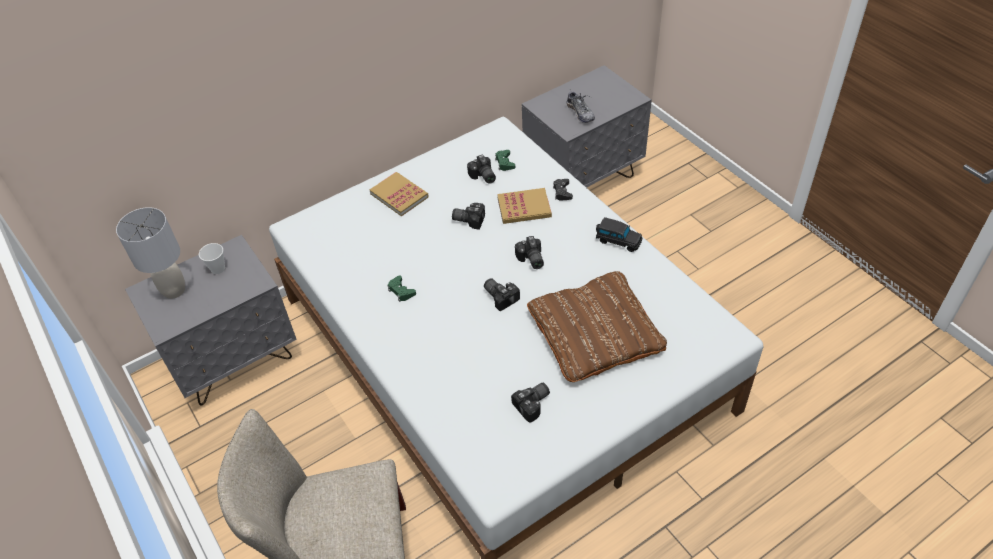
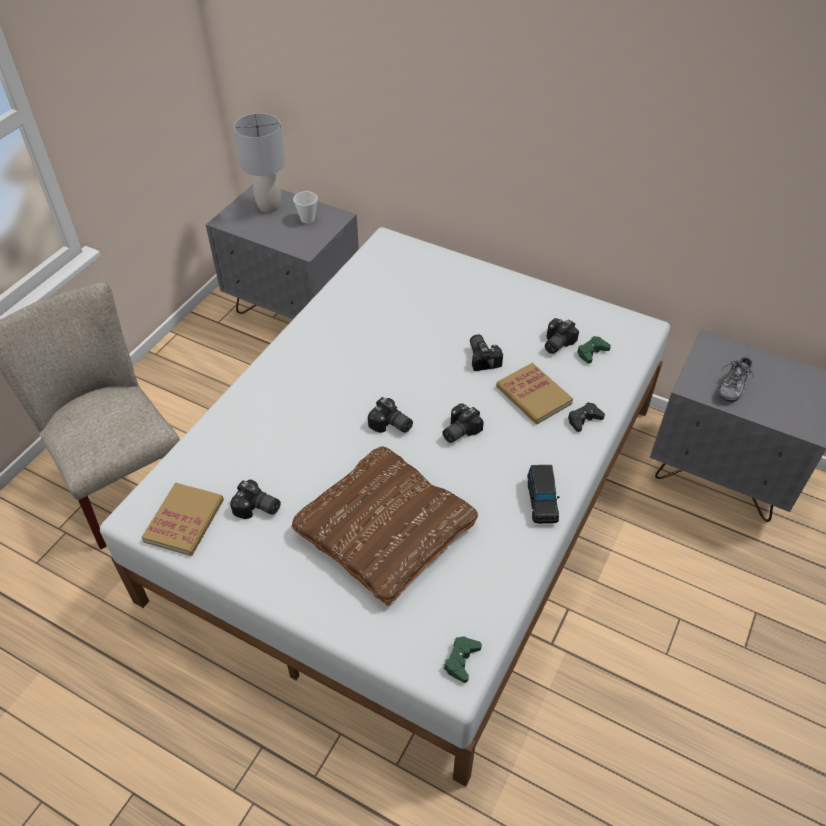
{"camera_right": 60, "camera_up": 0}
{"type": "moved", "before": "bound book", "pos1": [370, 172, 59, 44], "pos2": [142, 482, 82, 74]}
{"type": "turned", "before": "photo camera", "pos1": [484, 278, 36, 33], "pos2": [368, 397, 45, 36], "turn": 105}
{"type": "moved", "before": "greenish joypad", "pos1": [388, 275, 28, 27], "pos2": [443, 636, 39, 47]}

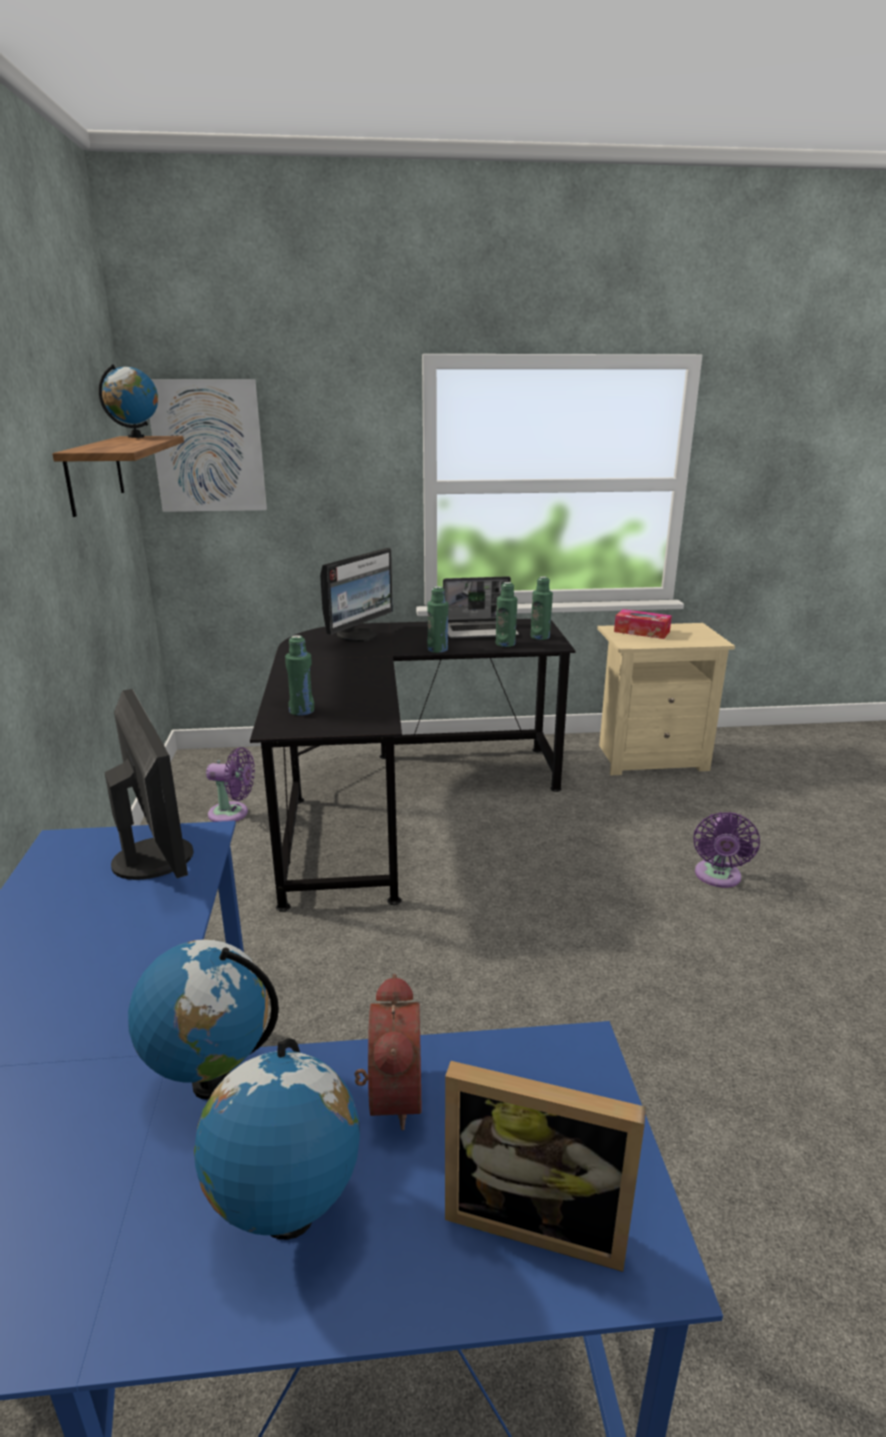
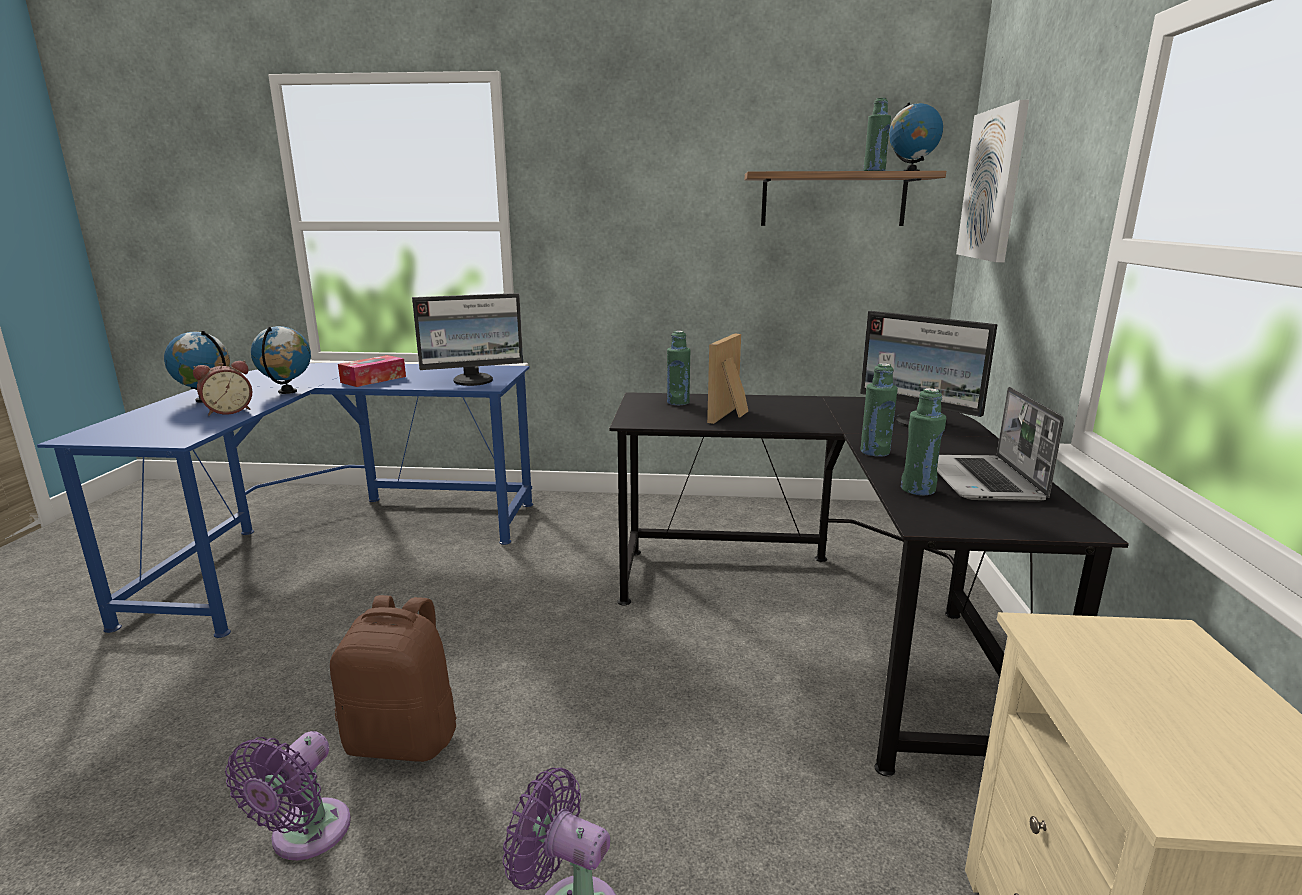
{"camera_right": 100, "camera_up": -5}
{"type": "turned", "before": "alarm clock", "pos1": [355, 974, 67, 157], "pos2": [193, 360, 59, 56], "turn": -45}
{"type": "moved", "before": "purple-coloured fan", "pos1": [206, 747, 49, 75], "pos2": [225, 731, 126, 129]}
{"type": "added", "after": "brownish knapsack", "pos2": [330, 595, 127, 167]}
{"type": "moved", "before": "tissue holder", "pos1": [614, 609, 58, 30], "pos2": [338, 355, 68, 32]}
{"type": "moved", "before": "photo frame", "pos1": [445, 1061, 201, 211], "pos2": [707, 334, 41, 90]}
{"type": "moved", "before": "greenish drink bottle", "pos1": [531, 576, 22, 64], "pos2": [863, 98, 28, 73]}

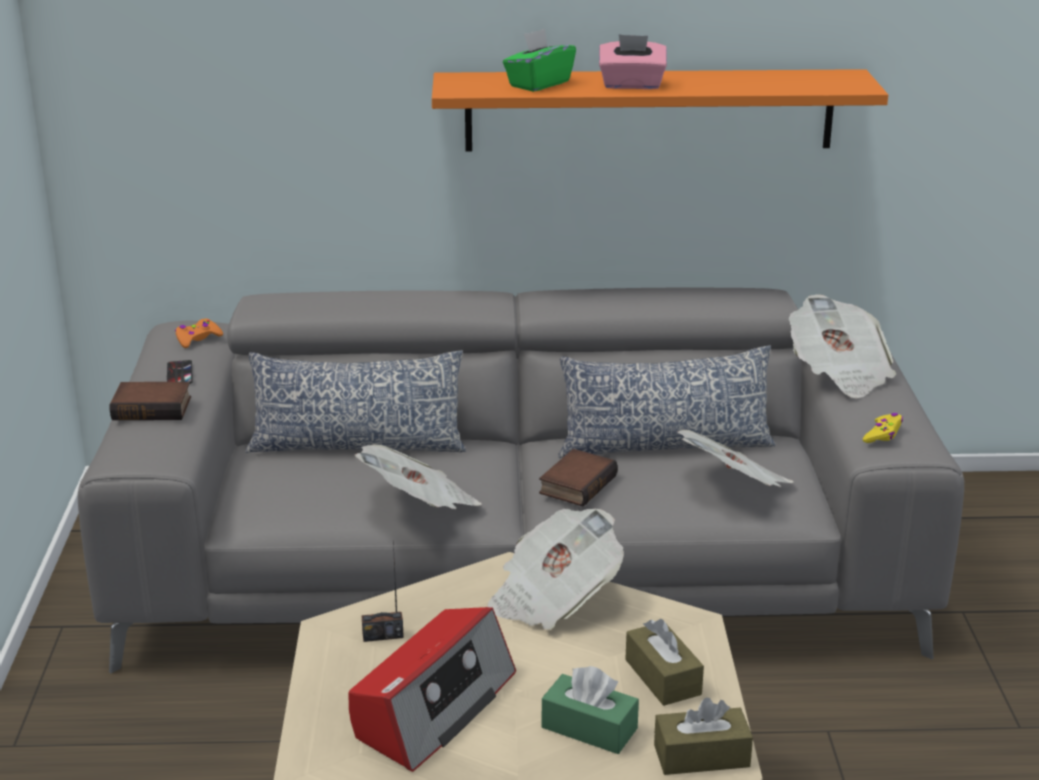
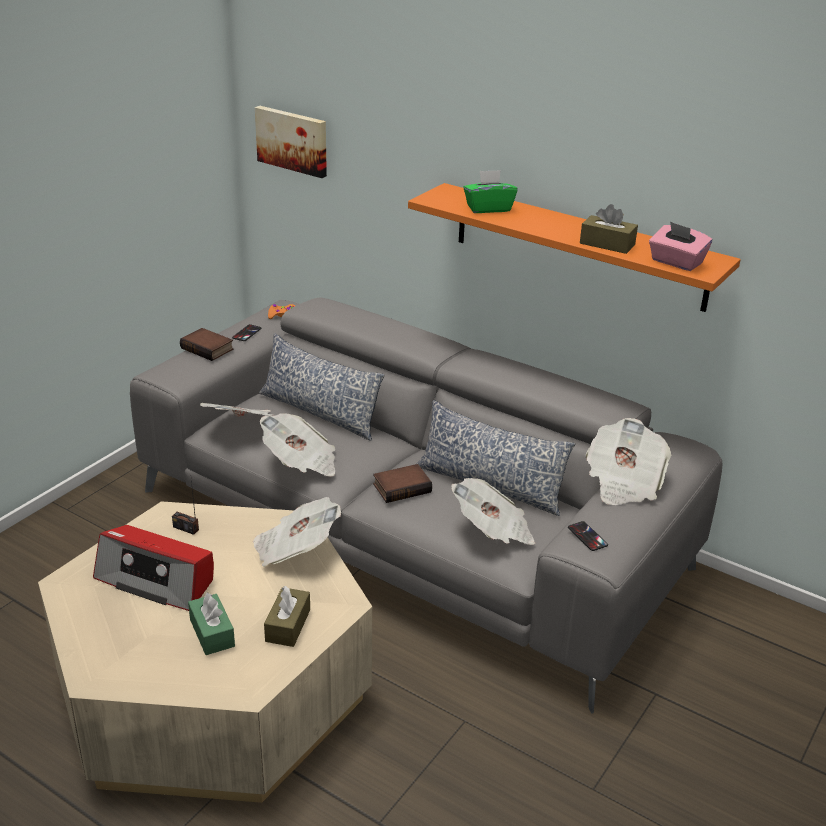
{"camera_right": 35, "camera_up": 5}
{"type": "turned", "before": "radio set", "pos1": [349, 607, 167, 165], "pos2": [93, 525, 121, 86], "turn": 45}
{"type": "added", "after": "newspaper", "pos2": [200, 403, 73, 14]}
{"type": "added", "after": "picture", "pos2": [255, 106, 72, 72]}
{"type": "replaced", "before": "yellow joypad", "after": "telephone", "pos1": [863, 413, 40, 30], "pos2": [568, 521, 40, 30]}
{"type": "moved", "before": "brownish tissue holder", "pos1": [654, 698, 99, 77], "pos2": [580, 204, 58, 50]}
{"type": "moved", "before": "pink tissue holder", "pos1": [599, 34, 68, 55], "pos2": [649, 222, 63, 49]}

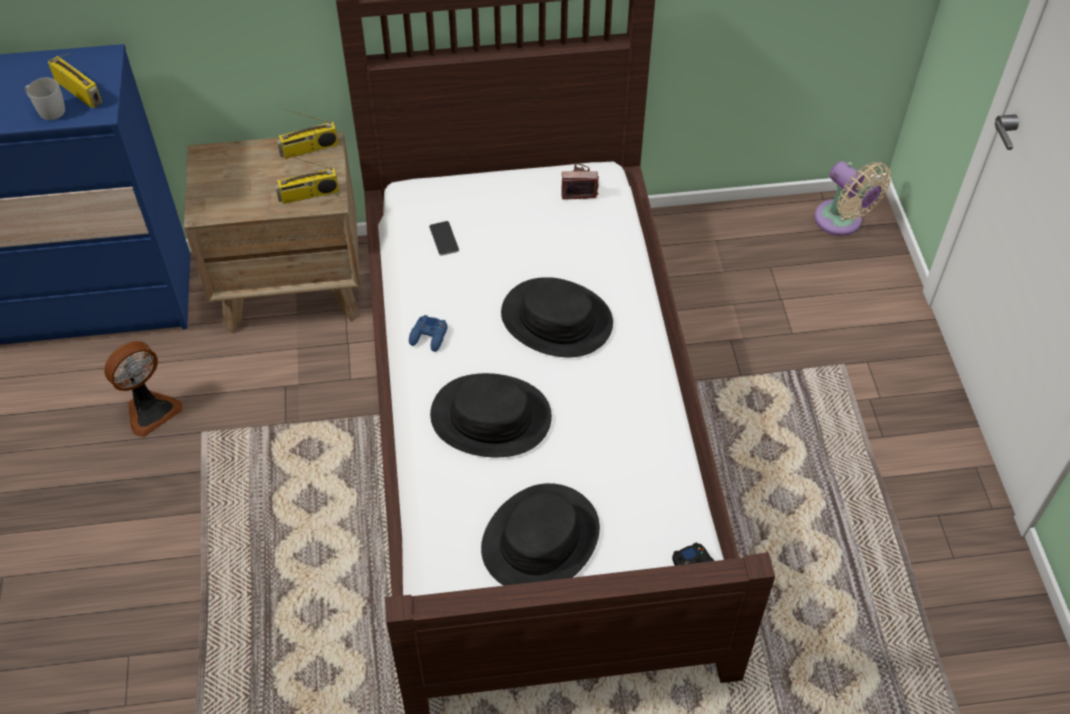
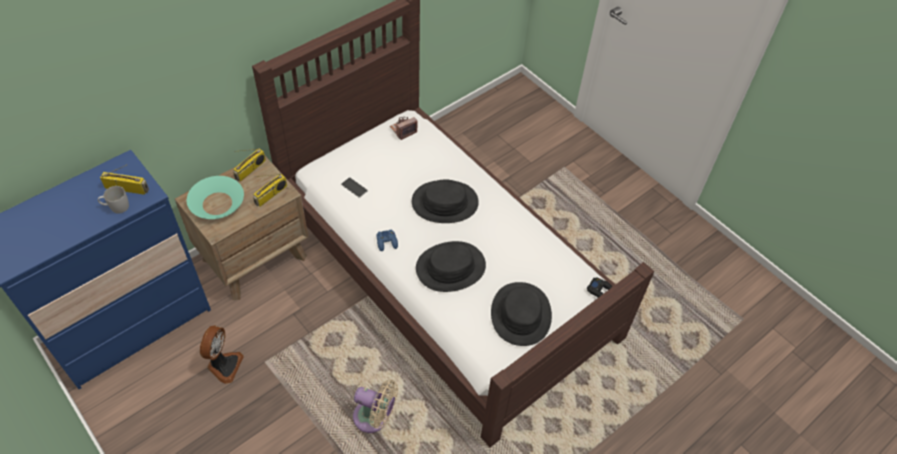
{"camera_right": -35, "camera_up": 0}
{"type": "added", "after": "turquoise-coloured bowl", "pos2": [187, 176, 57, 43]}
{"type": "moved", "before": "sand-coloured fan", "pos1": [814, 161, 78, 75], "pos2": [353, 380, 45, 53]}

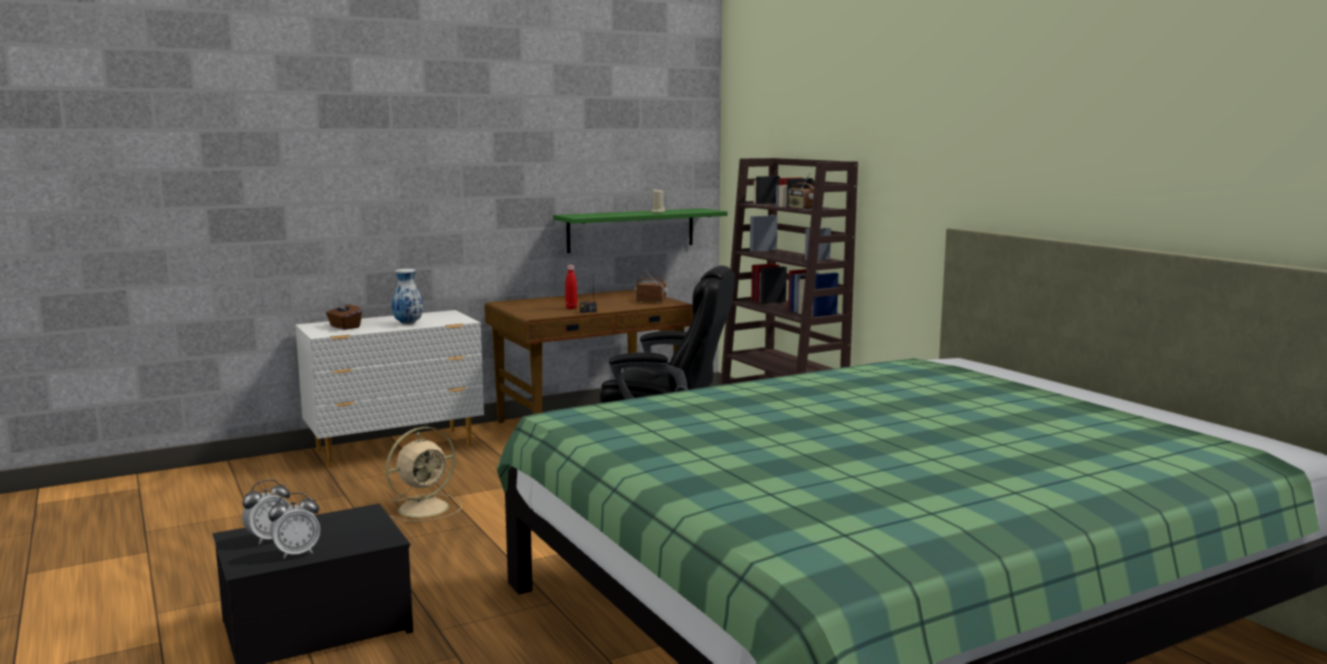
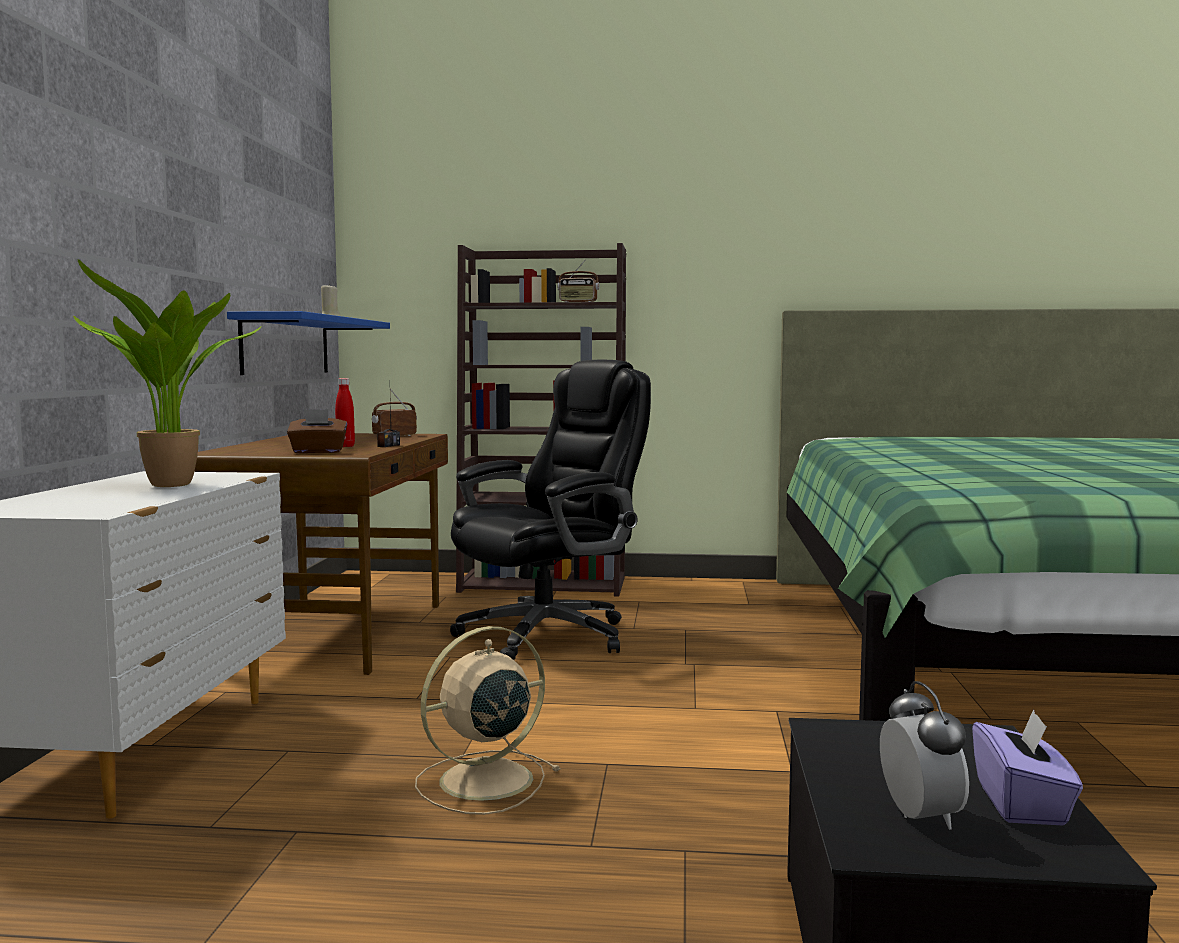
{"camera_right": -55, "camera_up": -5}
{"type": "replaced", "before": "flower vase", "after": "houseplant", "pos1": [391, 269, 32, 55], "pos2": [73, 259, 189, 228]}
{"type": "recoloured", "before": "greenish bracket shelf", "after": "blue bracket shelf", "pos1": [553, 208, 175, 45], "pos2": [227, 311, 163, 64]}
{"type": "moved", "before": "brownish tissue holder", "pos1": [326, 299, 36, 31], "pos2": [287, 409, 60, 44]}
{"type": "turned", "before": "sand-coloured fan", "pos1": [386, 427, 76, 95], "pos2": [415, 626, 146, 189], "turn": -120}
{"type": "replaced", "before": "alarm clock", "after": "purple-coloured tissue holder", "pos1": [268, 492, 52, 67], "pos2": [972, 709, 111, 116]}

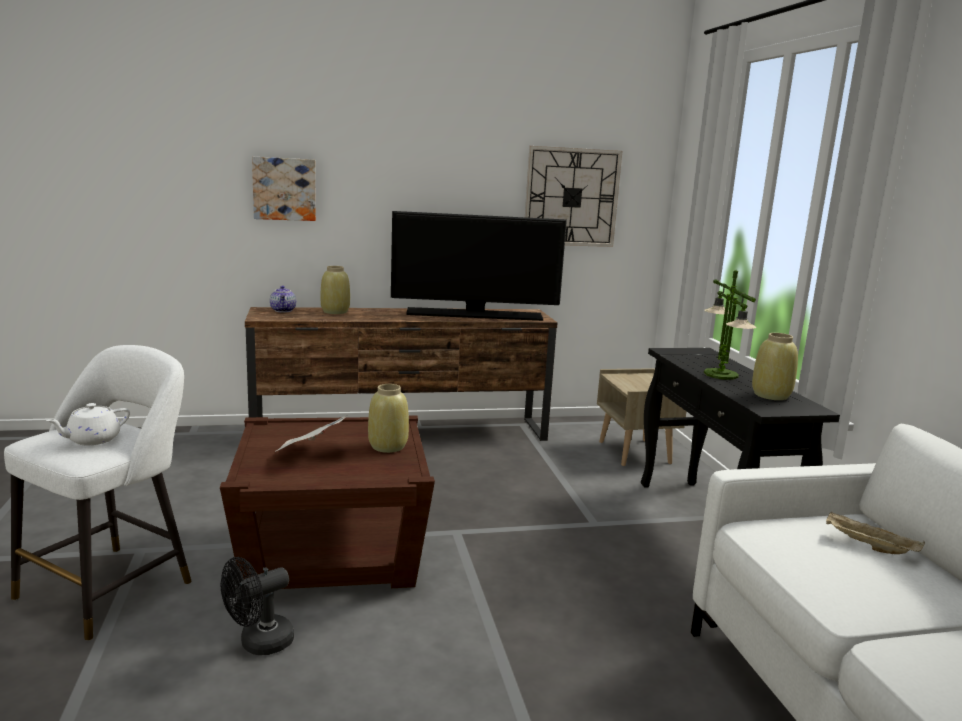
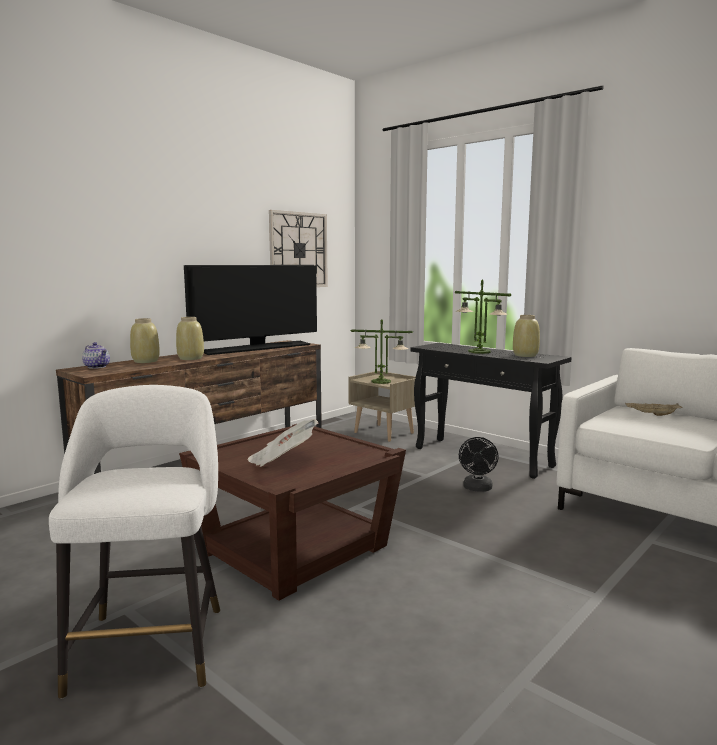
{"camera_right": -35, "camera_up": -5}
{"type": "moved", "before": "sand-coloured flower vase", "pos1": [368, 384, 41, 69], "pos2": [176, 317, 28, 43]}
{"type": "added", "after": "lamp for a table", "pos2": [351, 319, 62, 65]}
{"type": "moved", "before": "black-coloured fan", "pos1": [221, 557, 73, 98], "pos2": [459, 437, 40, 55]}
{"type": "removed", "before": "whitish teapot", "pos1": [46, 403, 84, 42]}
{"type": "removed", "before": "picture", "pos1": [252, 157, 64, 64]}

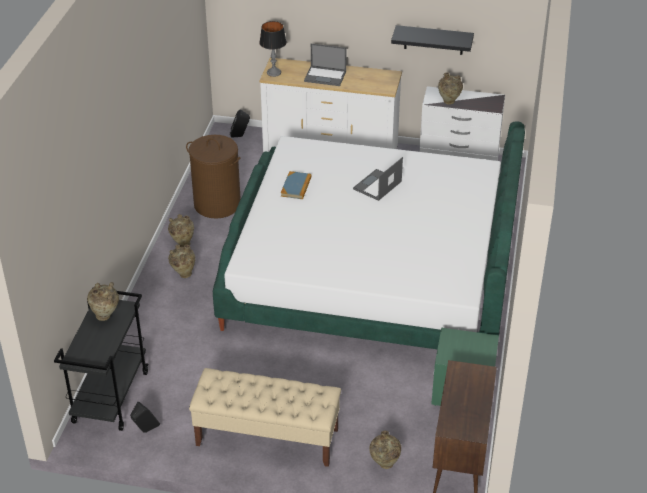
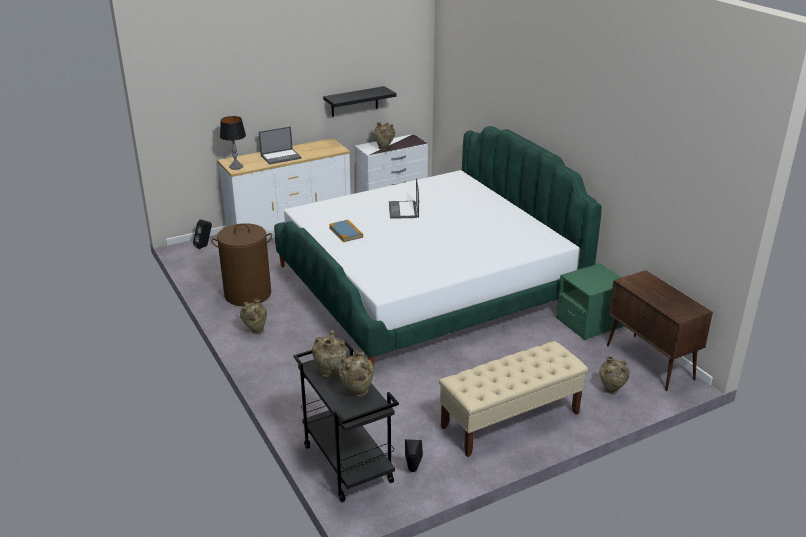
{"camera_right": -40, "camera_up": -10}
{"type": "moved", "before": "sand-coloured flower vase", "pos1": [168, 245, 27, 33], "pos2": [338, 350, 36, 47]}

